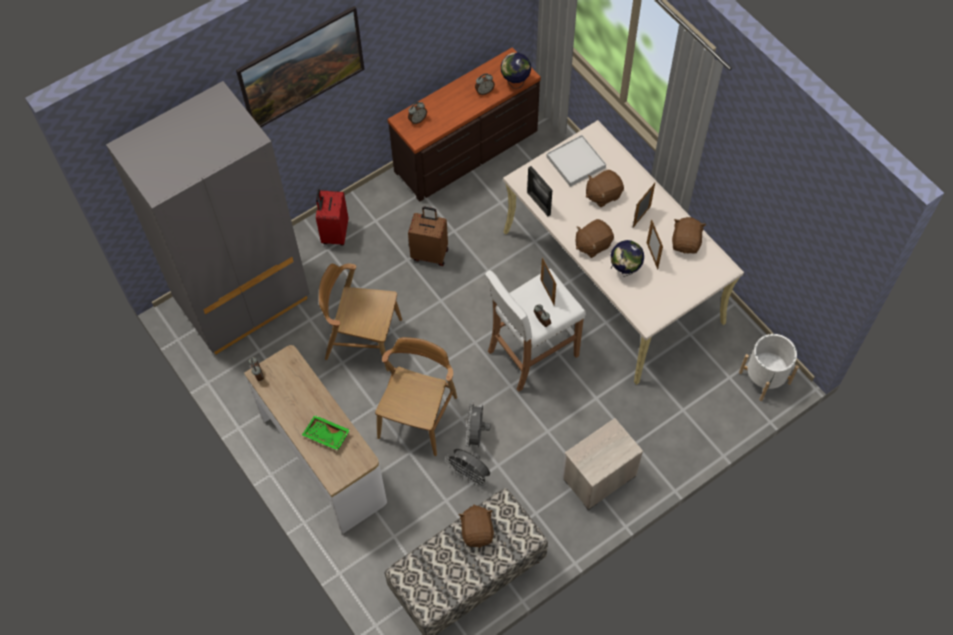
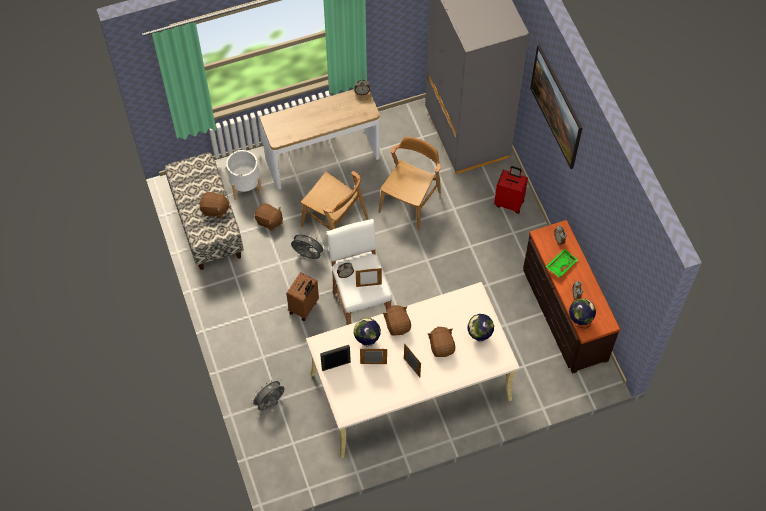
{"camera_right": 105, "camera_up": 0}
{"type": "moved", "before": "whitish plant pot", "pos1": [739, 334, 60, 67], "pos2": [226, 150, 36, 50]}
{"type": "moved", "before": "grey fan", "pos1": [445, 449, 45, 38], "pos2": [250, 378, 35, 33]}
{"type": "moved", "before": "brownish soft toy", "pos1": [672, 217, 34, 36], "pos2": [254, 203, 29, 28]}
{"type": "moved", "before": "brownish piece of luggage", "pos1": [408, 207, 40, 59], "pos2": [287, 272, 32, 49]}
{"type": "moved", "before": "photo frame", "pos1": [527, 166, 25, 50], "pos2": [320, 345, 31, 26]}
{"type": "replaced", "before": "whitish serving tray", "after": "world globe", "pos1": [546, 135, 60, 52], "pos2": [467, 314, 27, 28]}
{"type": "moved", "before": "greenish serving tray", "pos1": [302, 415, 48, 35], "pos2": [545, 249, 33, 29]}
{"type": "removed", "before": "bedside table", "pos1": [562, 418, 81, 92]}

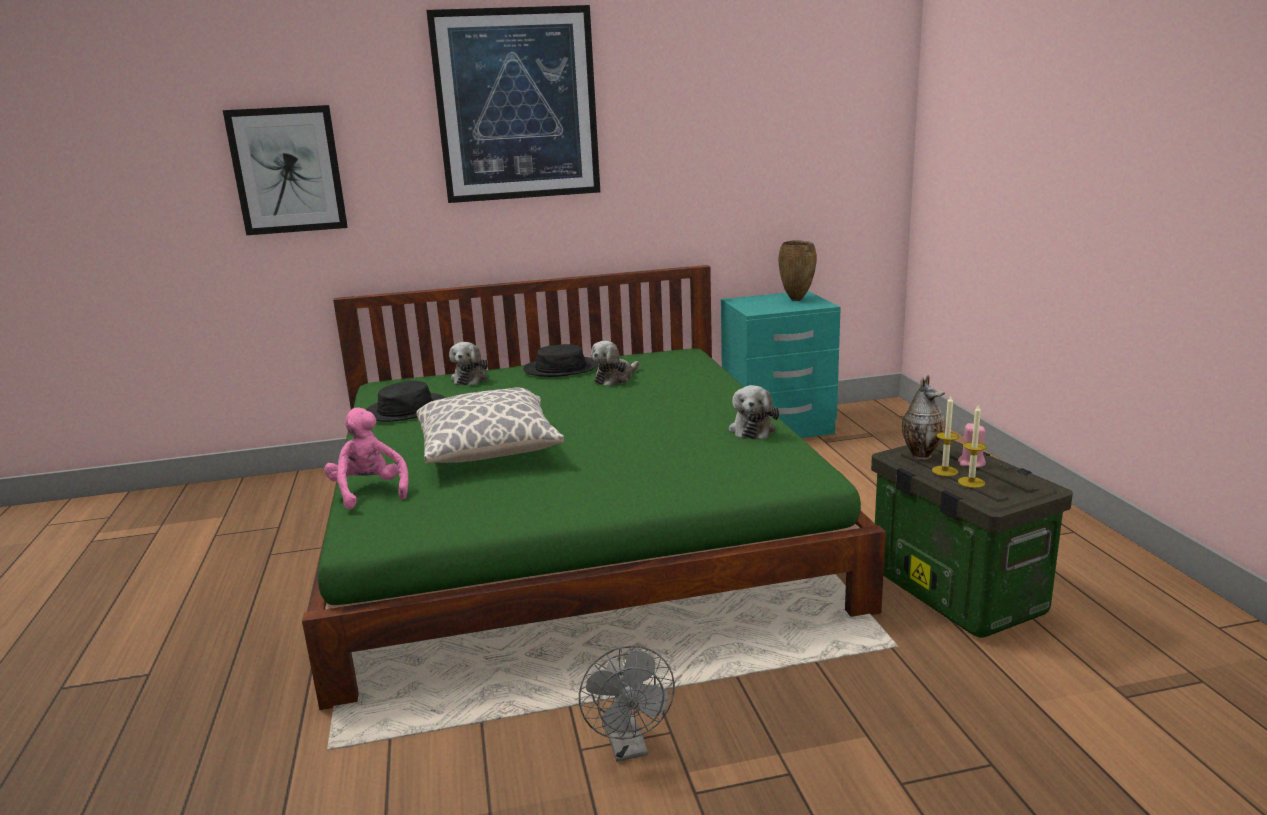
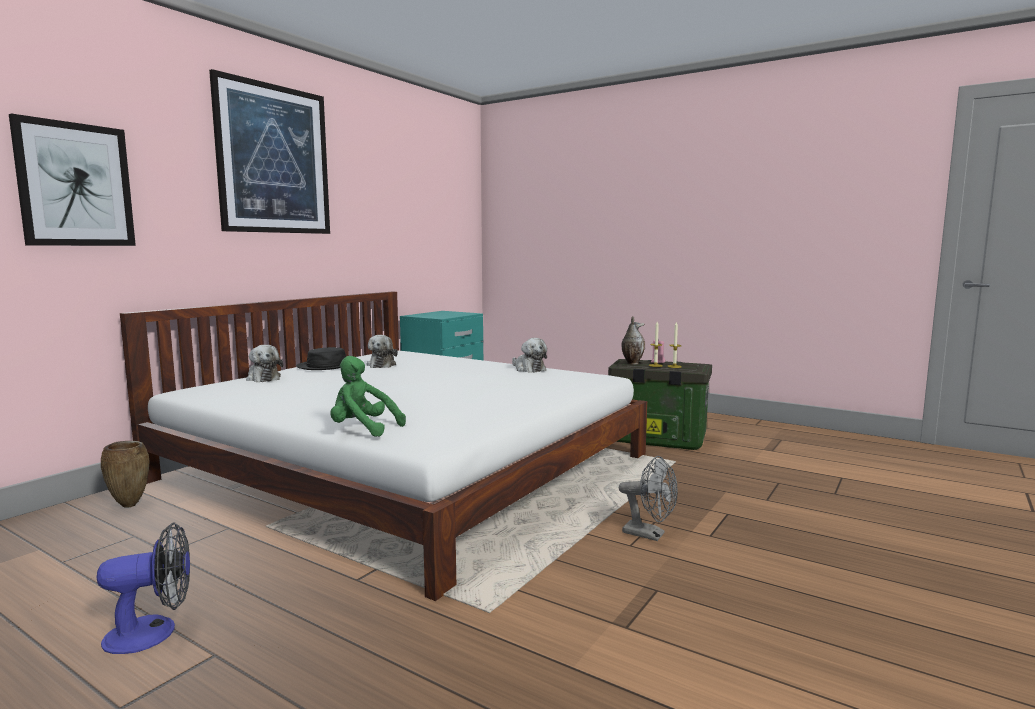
{"camera_right": -45, "camera_up": -10}
{"type": "added", "after": "fan", "pos2": [97, 522, 93, 132]}
{"type": "moved", "before": "brownish flower vase", "pos1": [778, 240, 39, 61], "pos2": [101, 441, 49, 67]}
{"type": "recoloured", "before": "greenish bedroom bed", "after": "whitish bedroom bed", "pos1": [302, 265, 584, 445], "pos2": [120, 292, 527, 309]}
{"type": "recoloured", "before": "pink soft toy", "after": "greenish soft toy", "pos1": [324, 407, 85, 103], "pos2": [330, 356, 76, 81]}
{"type": "removed", "before": "black-coloured wearable hat", "pos1": [365, 381, 80, 41]}
{"type": "removed", "before": "cushion", "pos1": [417, 388, 147, 75]}

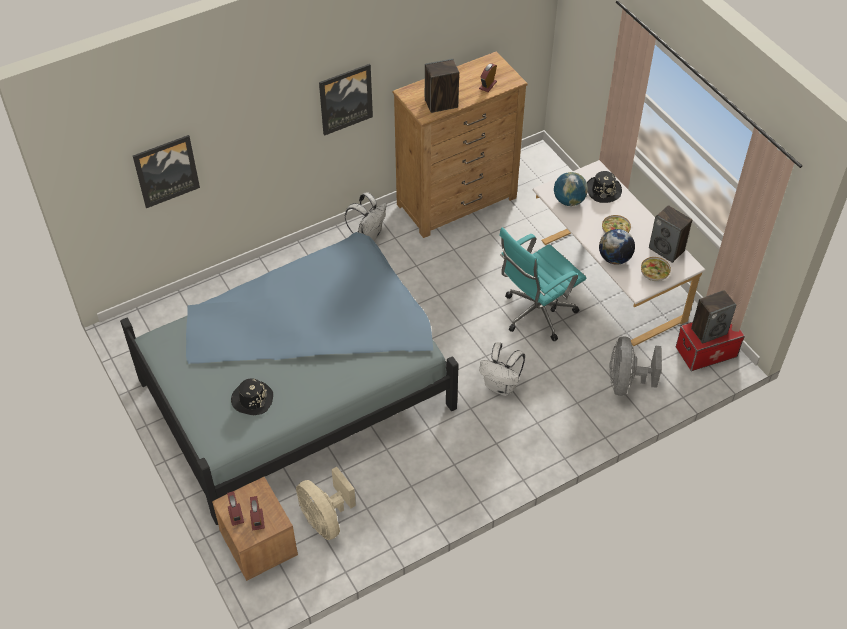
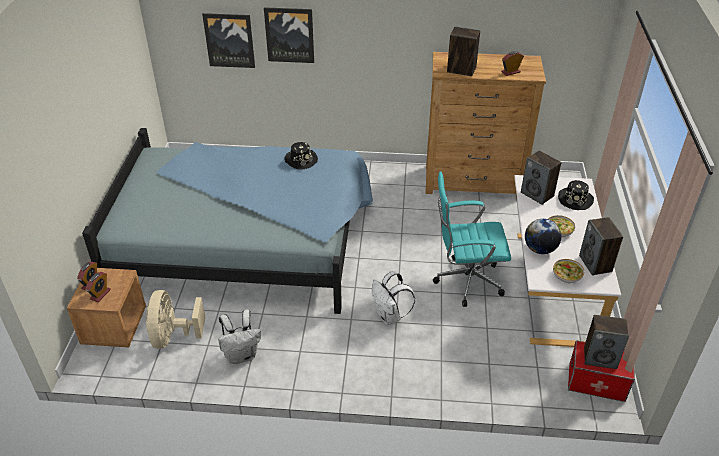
{"camera_right": 35, "camera_up": -10}
{"type": "moved", "before": "whitish knapsack", "pos1": [345, 192, 42, 49], "pos2": [218, 310, 43, 54]}
{"type": "moved", "before": "picture", "pos1": [319, 64, 54, 72], "pos2": [264, 7, 50, 56]}
{"type": "moved", "before": "black-coloured wearable hat", "pos1": [231, 378, 42, 37], "pos2": [285, 142, 33, 28]}
{"type": "replaced", "before": "world globe", "after": "audio speaker", "pos1": [554, 172, 34, 34], "pos2": [521, 151, 41, 54]}
{"type": "removed", "before": "grey fan", "pos1": [609, 336, 53, 60]}

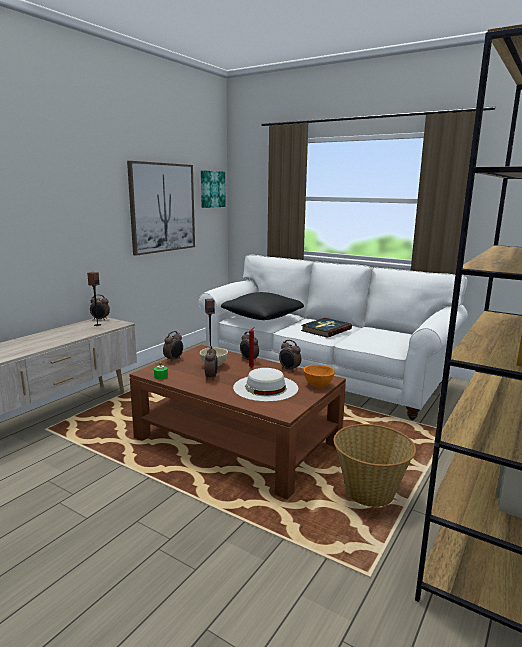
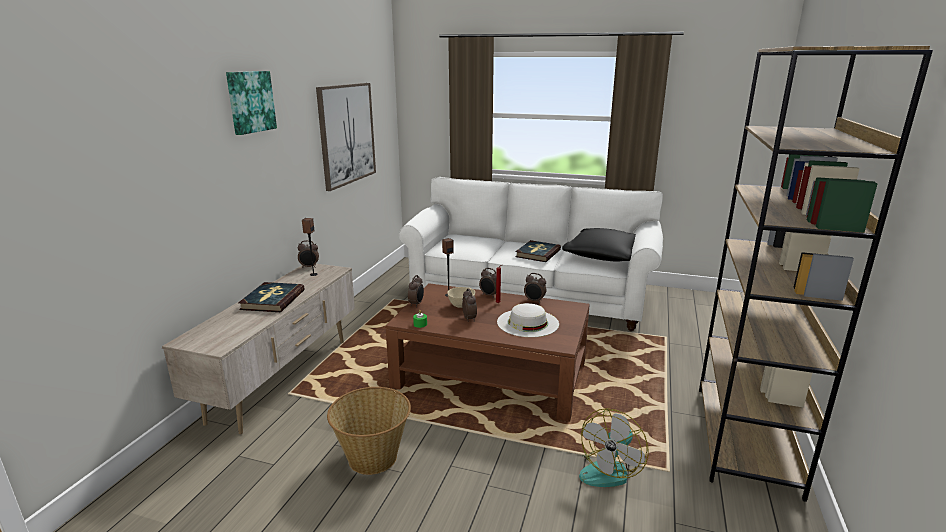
{"camera_right": -15, "camera_up": 5}
{"type": "moved", "before": "picture", "pos1": [201, 170, 25, 38], "pos2": [226, 71, 51, 64]}
{"type": "added", "after": "bound book", "pos2": [238, 282, 66, 30]}
{"type": "moved", "before": "household basket", "pos1": [333, 424, 83, 83], "pos2": [327, 387, 84, 88]}
{"type": "moved", "before": "black-coloured cushion", "pos1": [221, 292, 83, 28], "pos2": [562, 228, 74, 34]}
{"type": "added", "after": "fan", "pos2": [579, 408, 70, 79]}
{"type": "removed", "before": "orange-coloured bowl", "pos1": [304, 365, 31, 23]}

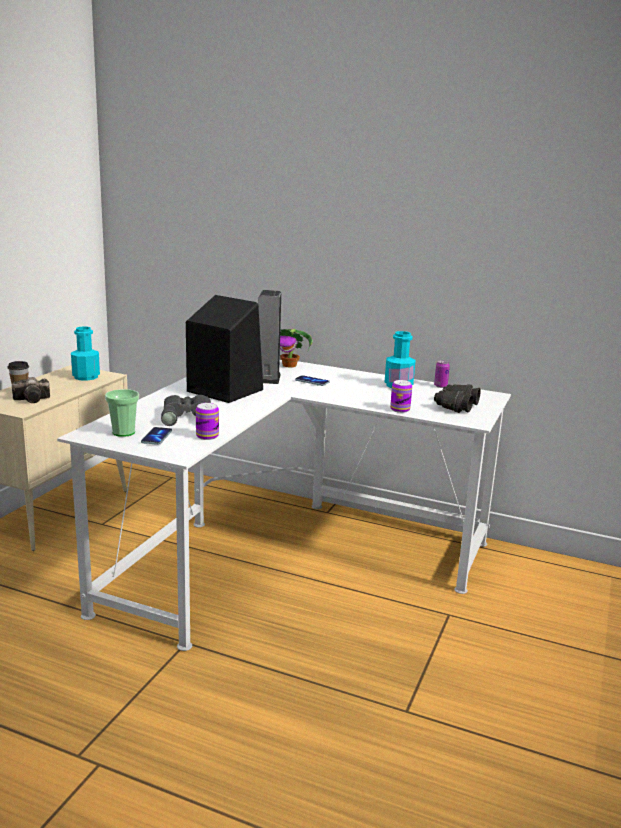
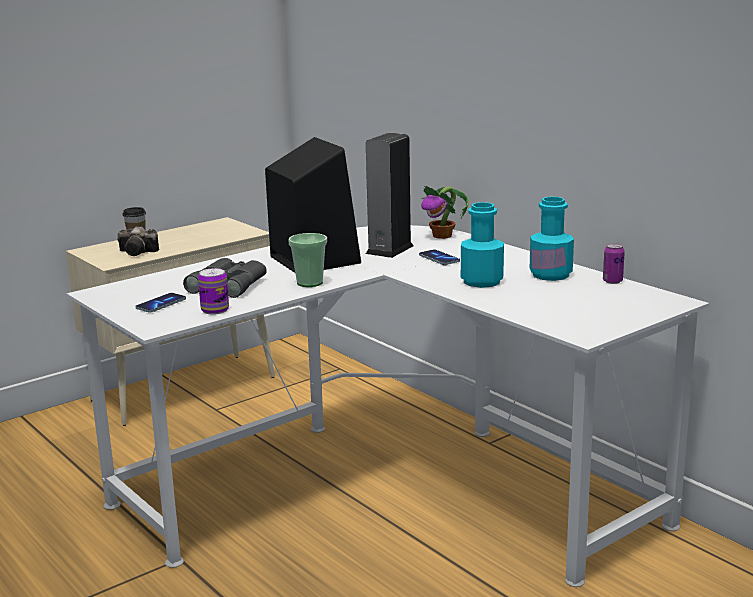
{"camera_right": 30, "camera_up": 0}
{"type": "moved", "before": "drinking cup", "pos1": [105, 389, 34, 48], "pos2": [288, 233, 39, 54]}
{"type": "moved", "before": "turquoise-coloured drink bottle", "pos1": [71, 326, 29, 55], "pos2": [461, 202, 43, 86]}
{"type": "removed", "before": "sealed can", "pos1": [390, 380, 22, 33]}
{"type": "removed", "before": "black-coloured pair of binoculars", "pos1": [434, 384, 47, 29]}

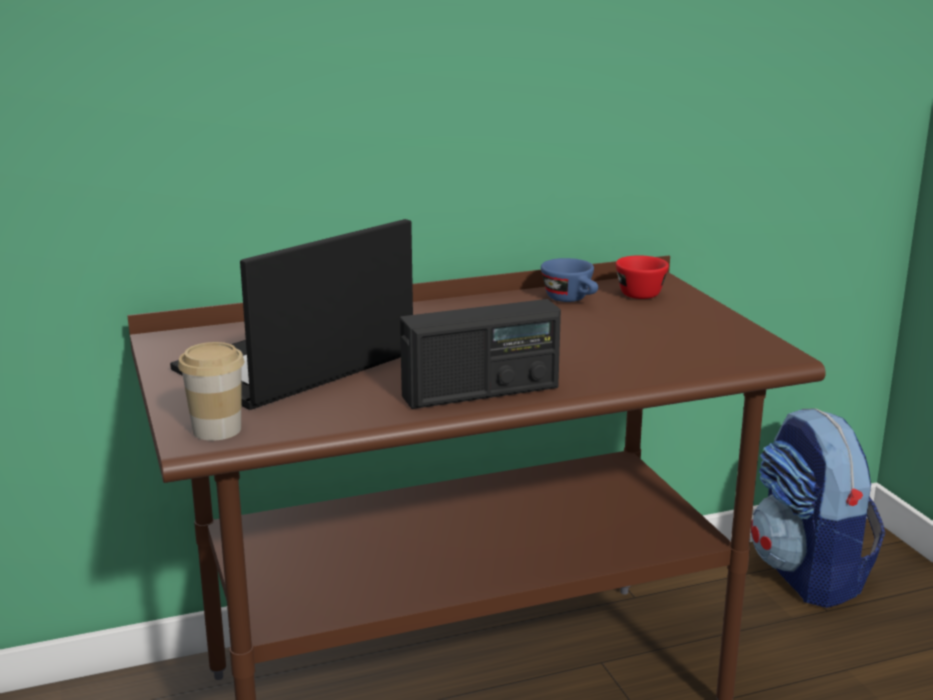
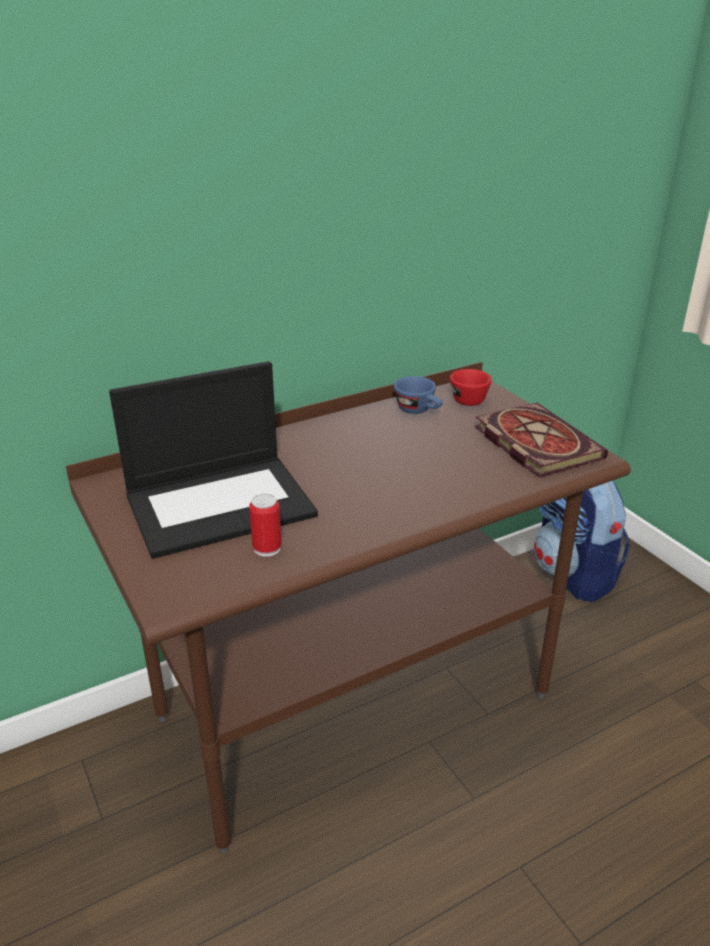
{"camera_right": -10, "camera_up": 10}
{"type": "turned", "before": "portable computer", "pos1": [170, 219, 243, 191], "pos2": [109, 361, 209, 198], "turn": -150}
{"type": "added", "after": "sealed can", "pos2": [249, 494, 33, 63]}
{"type": "added", "after": "bound book", "pos2": [475, 403, 133, 75]}
{"type": "removed", "before": "drinking cup", "pos1": [178, 342, 67, 99]}
{"type": "removed", "before": "radio set", "pos1": [400, 299, 161, 110]}

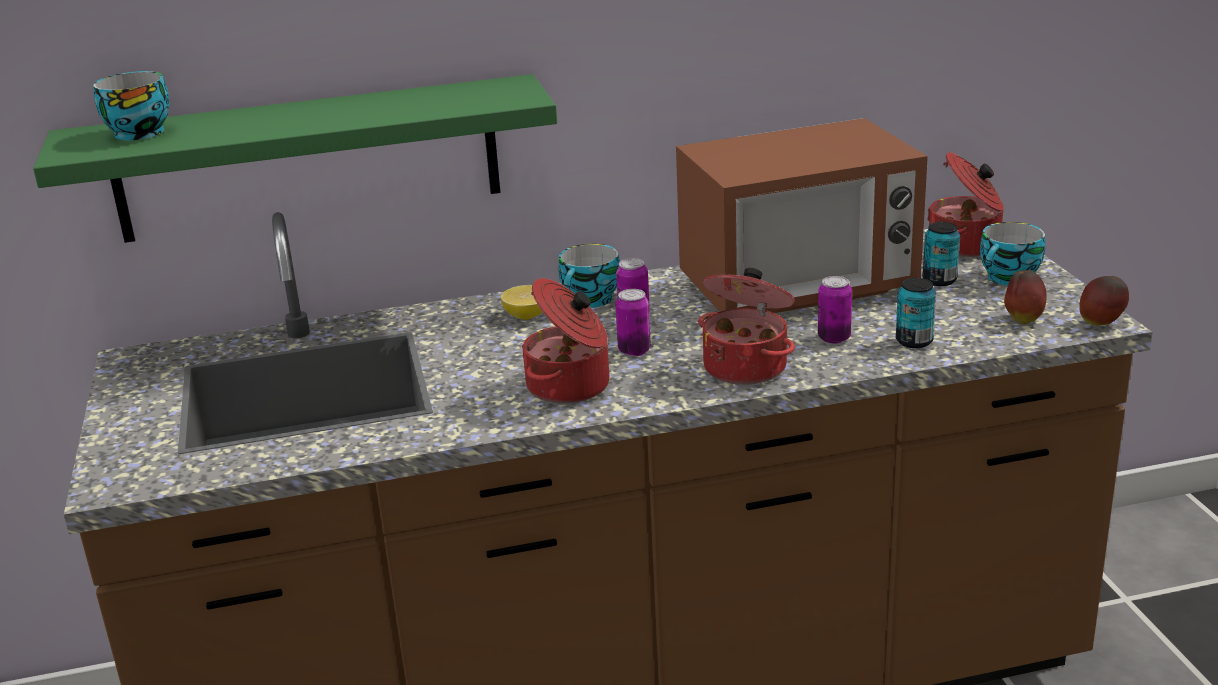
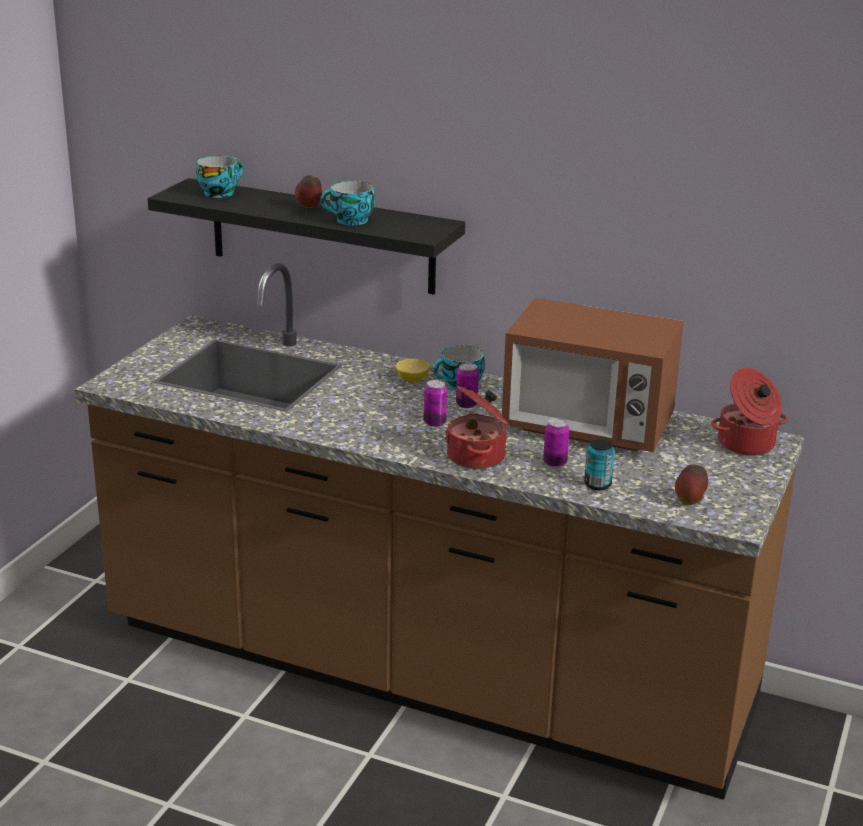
{"camera_right": 35, "camera_up": 0}
{"type": "recoloured", "before": "greenish bracket shelf", "after": "black-coloured bracket shelf", "pos1": [33, 74, 524, 169], "pos2": [148, 178, 317, 117]}
{"type": "moved", "before": "apple", "pos1": [1079, 276, 50, 49], "pos2": [295, 175, 27, 33]}
{"type": "moved", "before": "drinking cup", "pos1": [980, 222, 65, 64], "pos2": [320, 181, 55, 44]}
{"type": "removed", "before": "cooking pot", "pos1": [522, 278, 87, 126]}
{"type": "removed", "before": "sealed can", "pos1": [923, 222, 37, 64]}

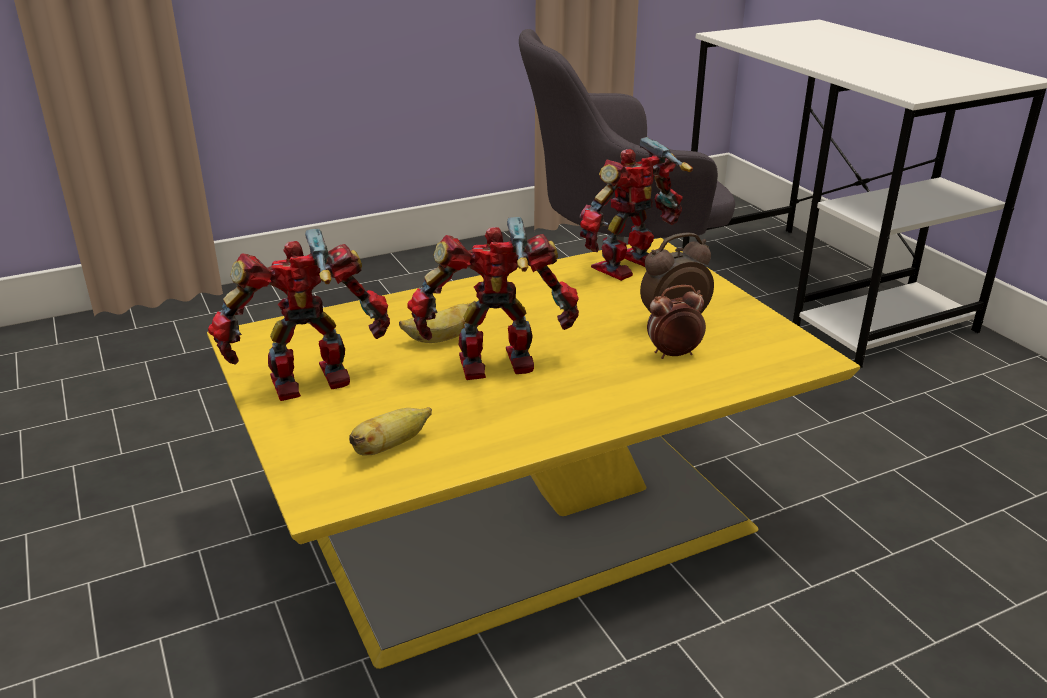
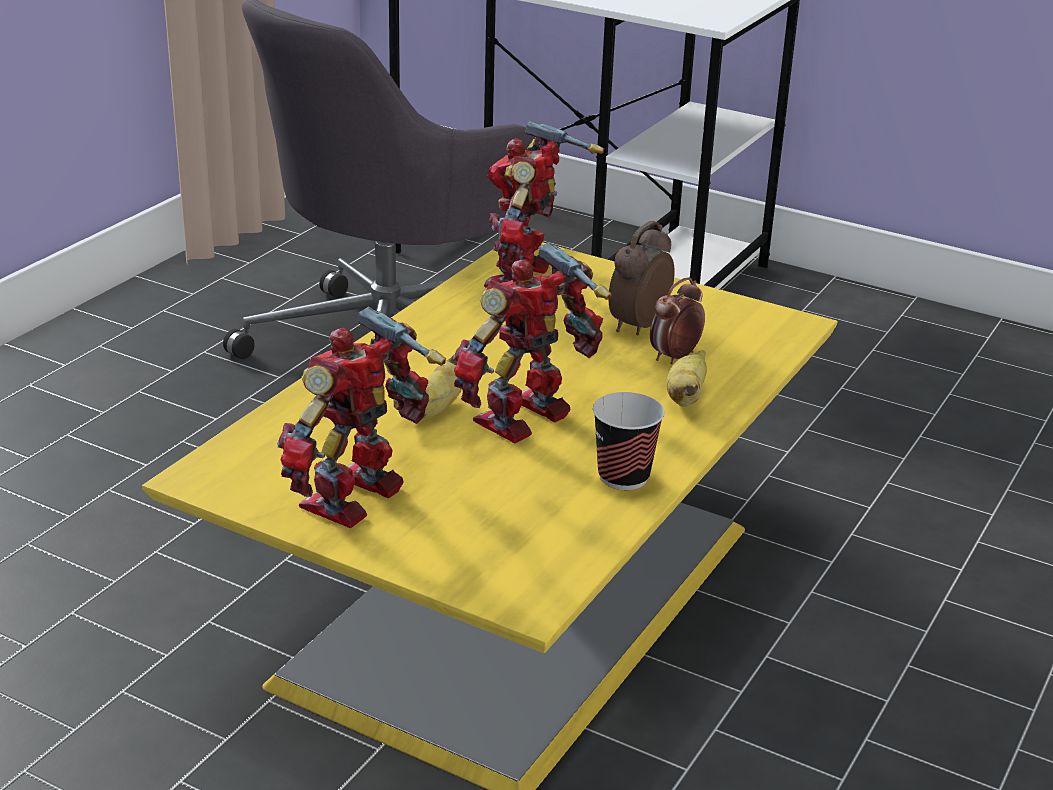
{"camera_right": -35, "camera_up": 0}
{"type": "added", "after": "drinking cup", "pos2": [593, 392, 72, 98]}
{"type": "moved", "before": "banana", "pos1": [349, 407, 83, 49], "pos2": [666, 351, 41, 56]}

